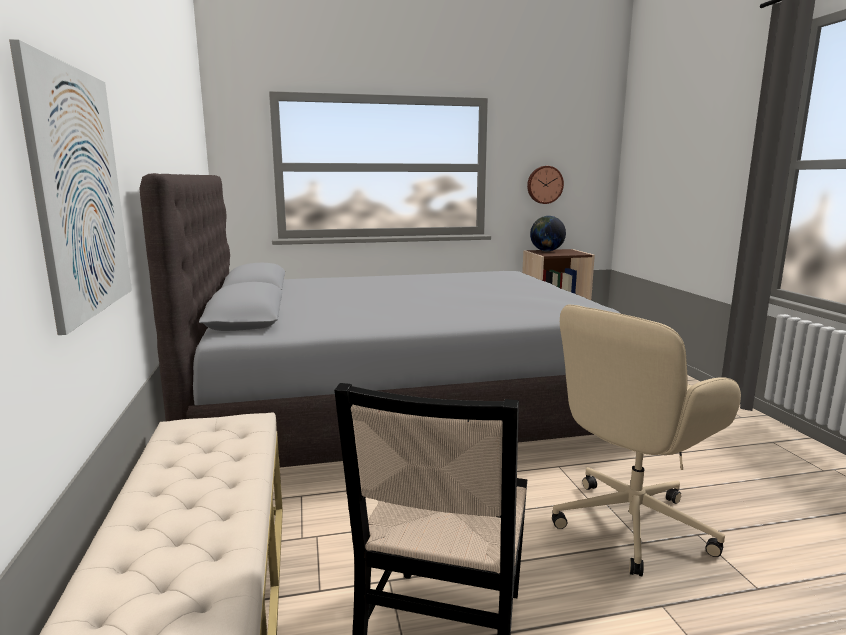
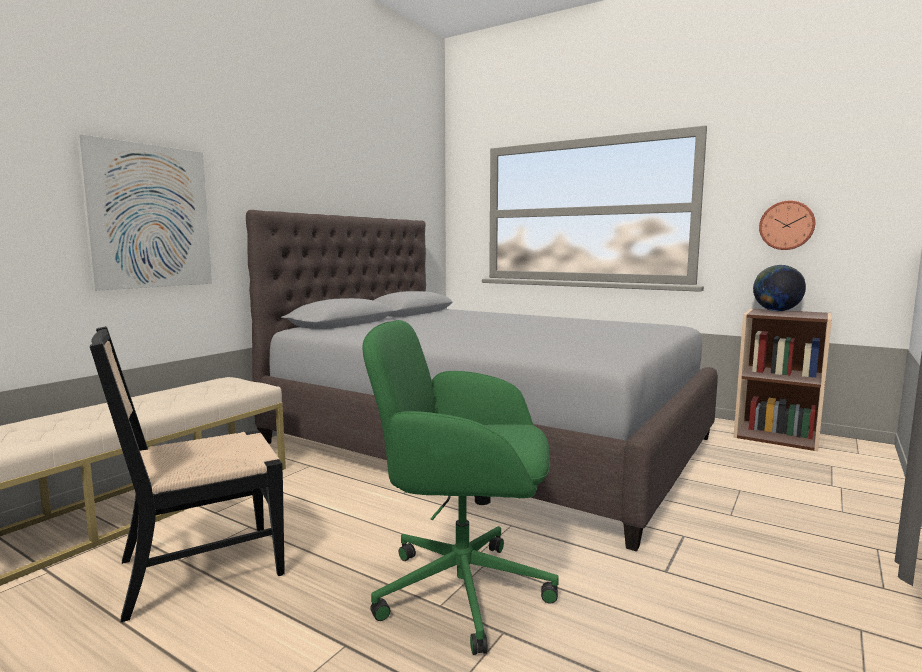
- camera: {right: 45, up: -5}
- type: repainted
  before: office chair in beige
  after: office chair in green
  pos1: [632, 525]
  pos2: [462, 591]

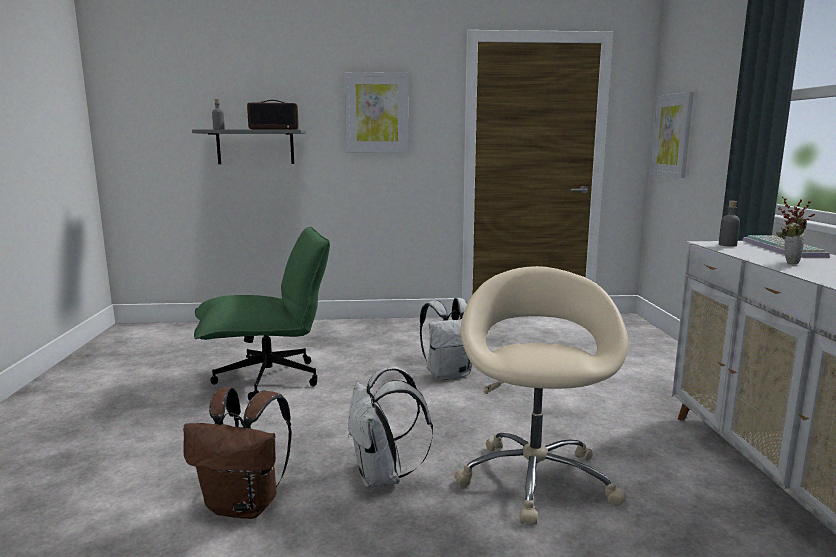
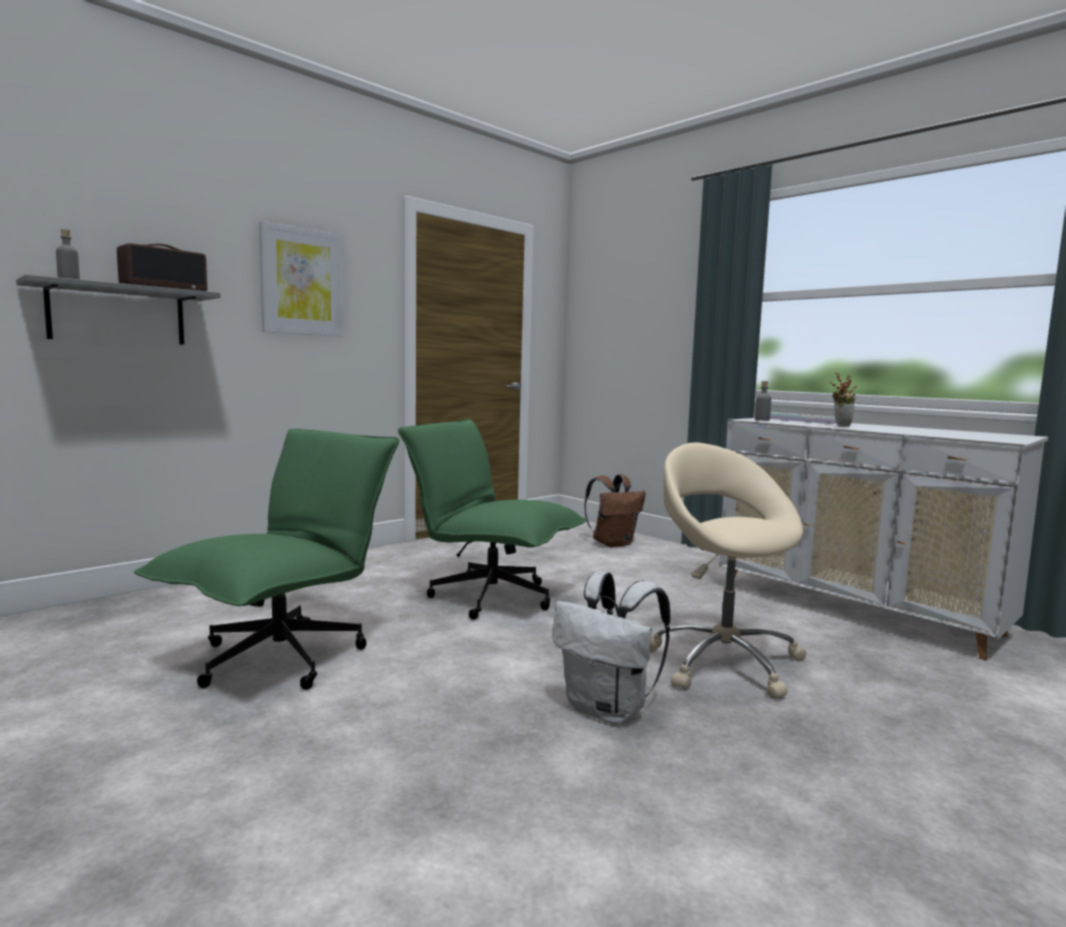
- camera: {right: -40, up: -5}
- type: gone
  before: picture
  pos1: [672, 135]
- type: shifted
  before: backpack in brown
  pos1: [245, 505]
  pos2: [613, 543]
- type: swapped
  before: backpack in white
  after: office chair in green
  pos1: [449, 374]
  pos2: [493, 598]

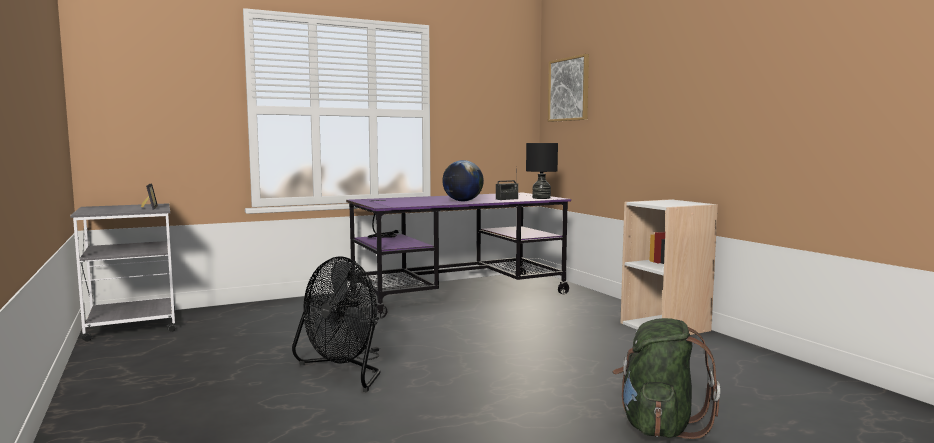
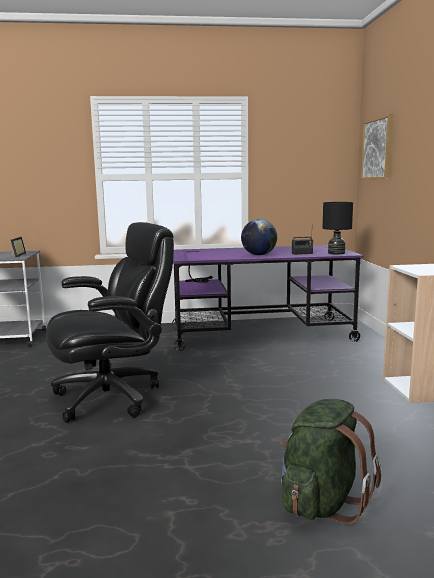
- camera: {right: 20, up: 5}
- type: swapped
  before: fan in black
  after: office chair in black
  pos1: [347, 370]
  pos2: [113, 397]

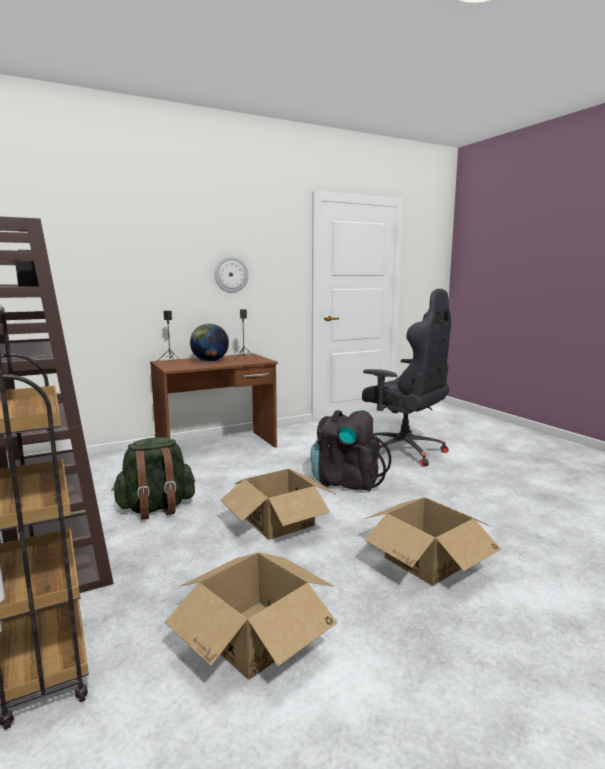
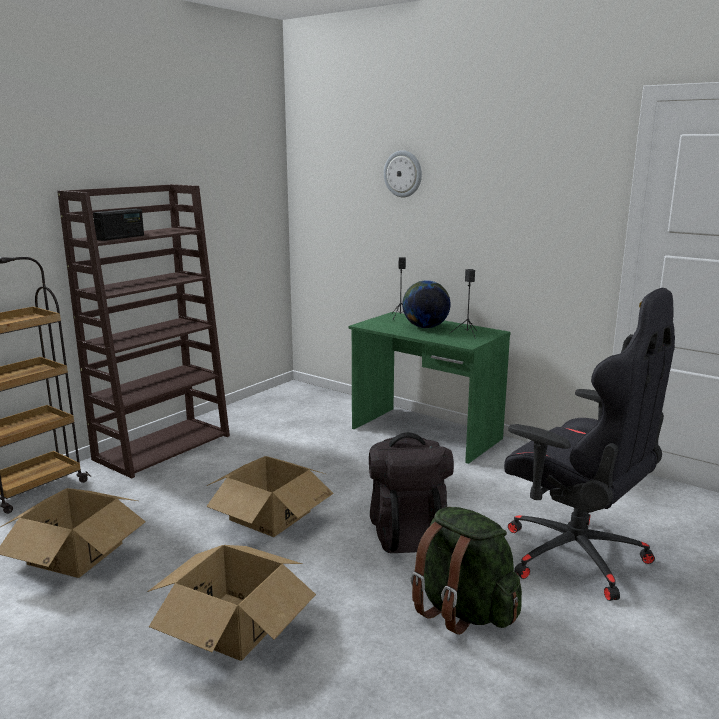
- camera: {right: 65, up: 5}
- type: shifted
  before: backpack in green
  pos1: [156, 508]
  pos2: [462, 610]
- type: shifted
  before: wall clock
  pos1: [231, 274]
  pos2: [403, 174]
- type: repainted
  before: desk in brown
  after: desk in green
  pos1: [217, 447]
  pos2: [425, 434]
- type: rotated
  before: office chair in black
  pos1: [403, 451]
  pos2: [572, 555]
  turn: -60

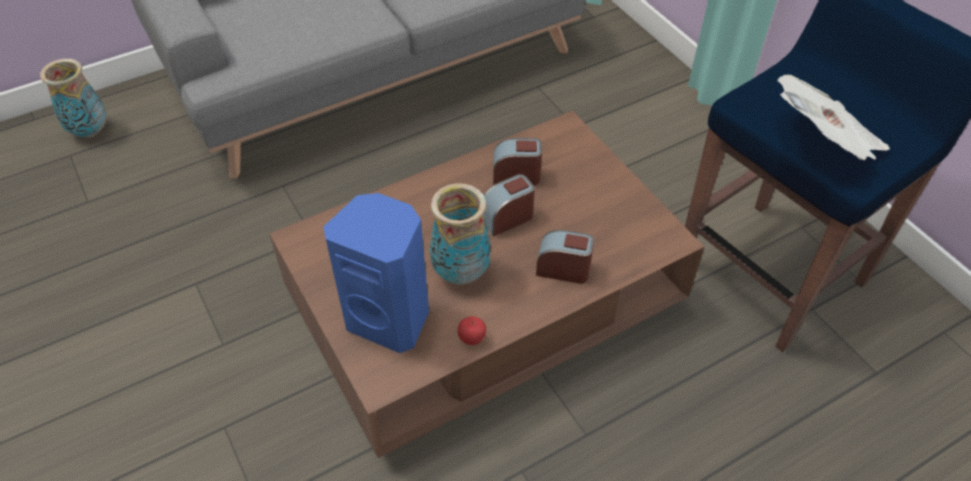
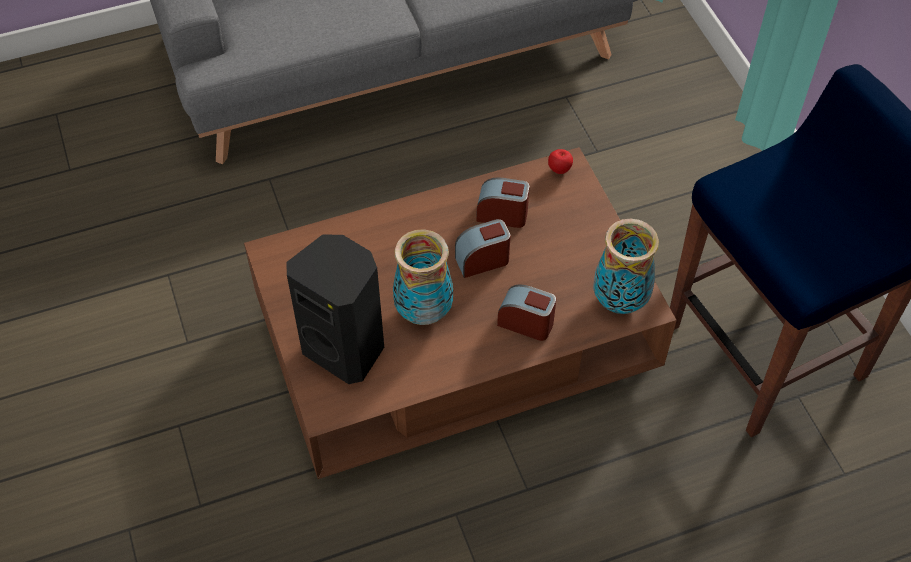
- camera: {right: 10, up: 5}
- type: gone
  before: newspaper
  pos1: [824, 143]
- type: shifted
  before: vase
  pos1: [90, 131]
  pos2: [620, 301]
- type: shifted
  before: apple
  pos1: [472, 339]
  pos2: [559, 170]
- type: repainted
  before: speaker in blue
  after: speaker in black
  pos1: [390, 318]
  pos2: [346, 348]

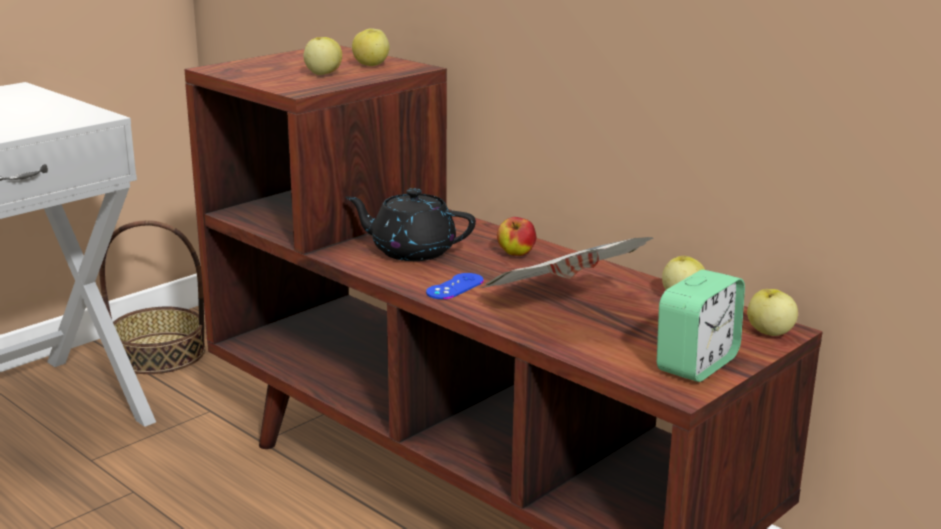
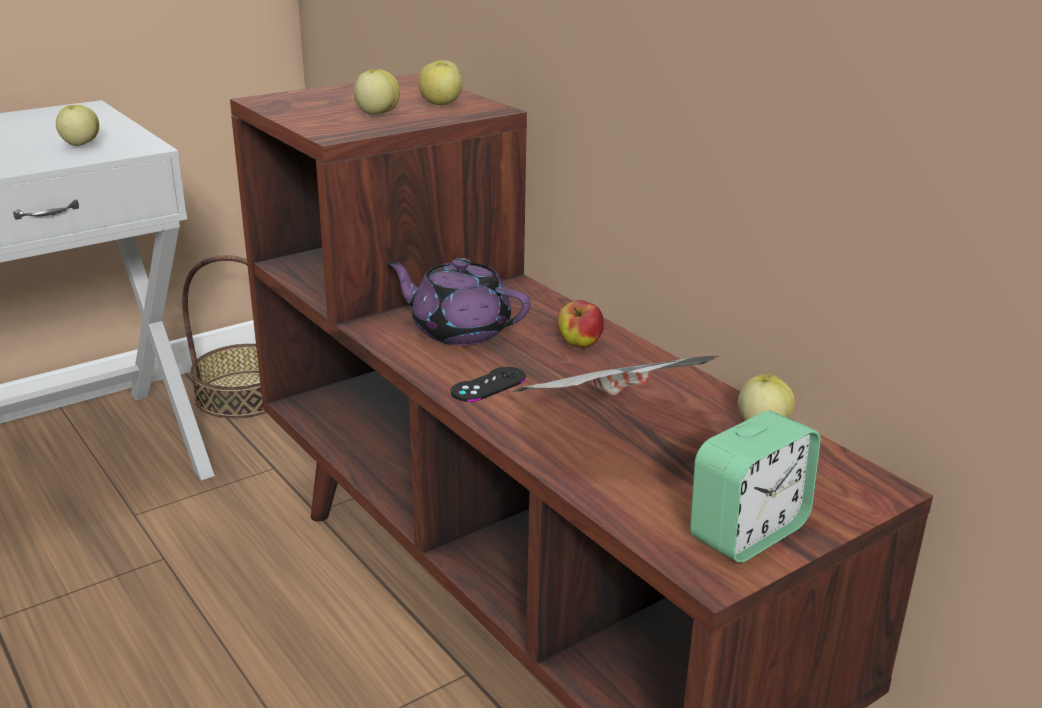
- camera: {right: 10, up: 5}
- type: shifted
  before: apple
  pos1: [769, 333]
  pos2: [80, 144]
- type: repainted
  before: teapot in black
  after: teapot in purple
  pos1: [412, 251]
  pos2: [459, 330]
- type: repainted
  before: game controller in blue
  after: game controller in black
  pos1: [455, 287]
  pos2: [488, 385]

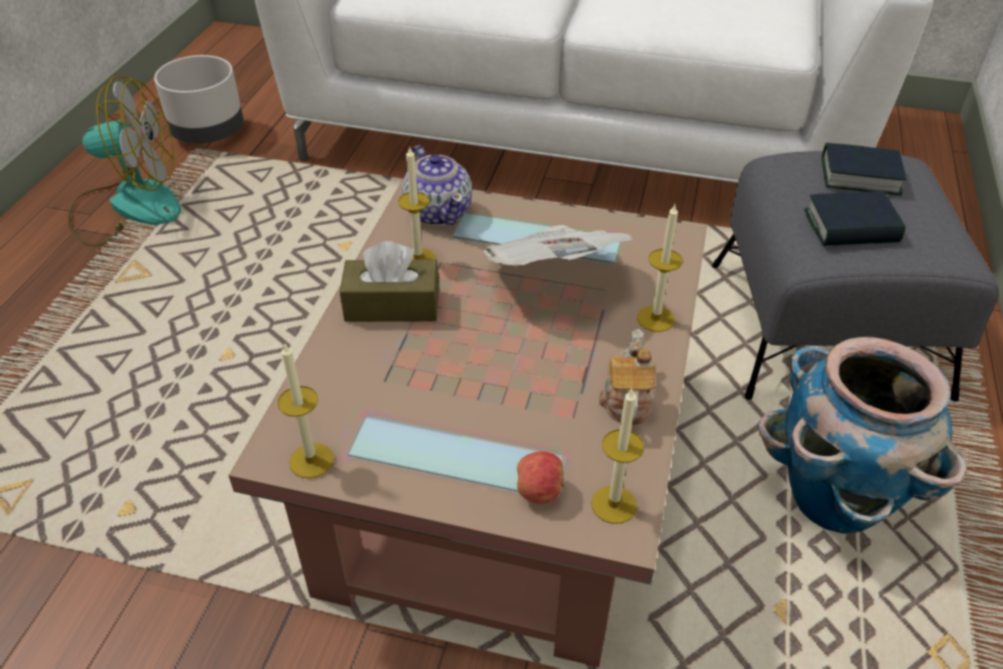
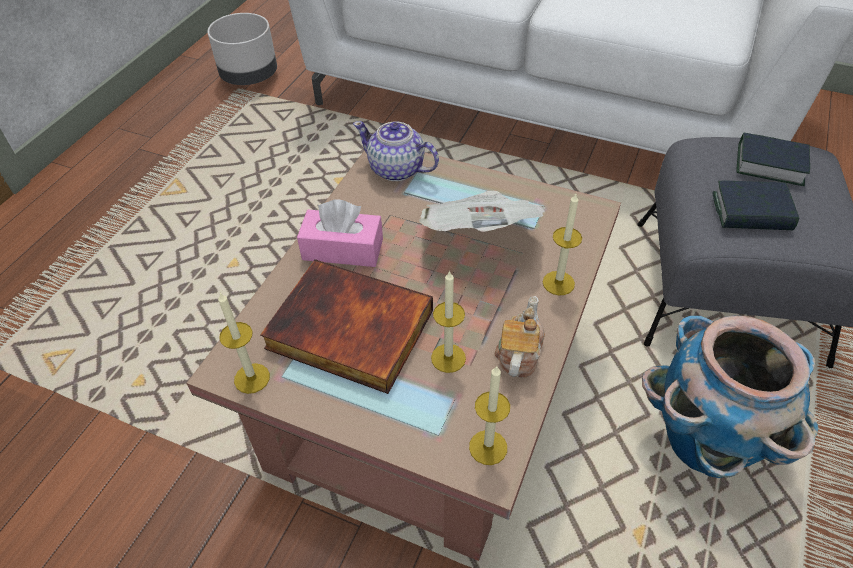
- camera: {right: 10, up: 5}
- type: gone
  before: fan
  pos1: [128, 206]
- type: gone
  before: apple
  pos1: [539, 491]
- type: new
  after: book
  pos2: [348, 331]
- type: shifted
  before: candle
  pos1: [418, 259]
  pos2: [448, 358]
- type: repainted
  before: tissue box in brown
  after: tissue box in pink
  pos1: [392, 305]
  pos2: [343, 249]
- type: rotated
  before: teapot
  pos1: [439, 212]
  pos2: [397, 169]
  turn: 135

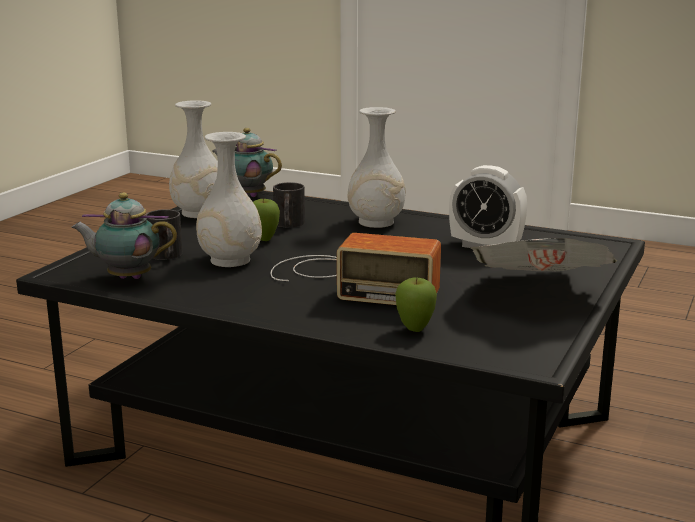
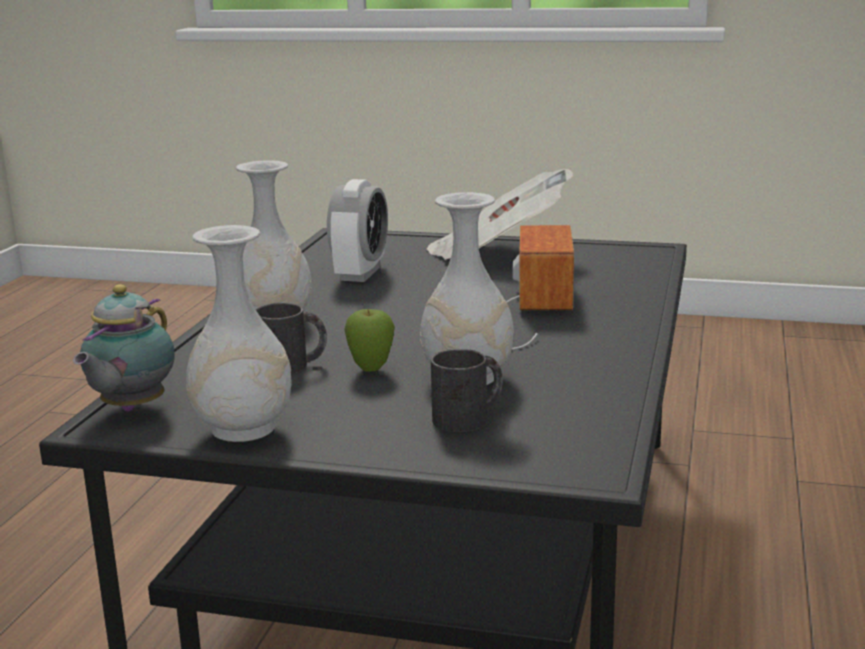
- camera: {right: -100, up: 0}
- type: gone
  before: teapot
  pos1: [126, 278]
- type: gone
  before: apple
  pos1: [415, 330]

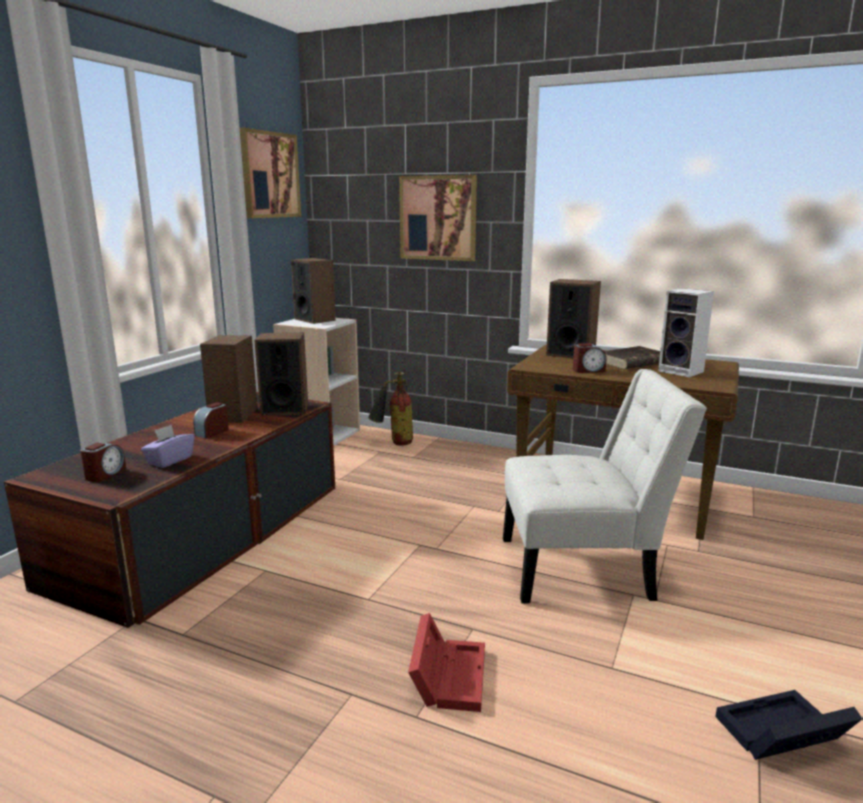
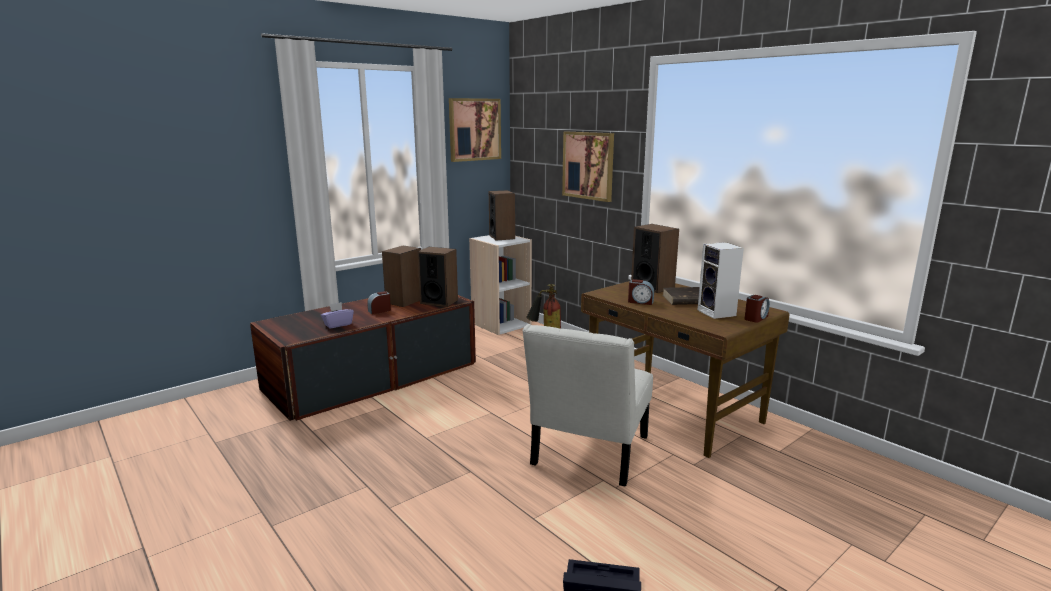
- camera: {right: 25, up: 0}
- type: gone
  before: storage box in red
  pos1: [448, 674]
- type: shifted
  before: alarm clock
  pos1: [105, 474]
  pos2: [756, 318]
- type: rotated
  before: chair in white
  pos1: [584, 568]
  pos2: [588, 454]
  turn: 90

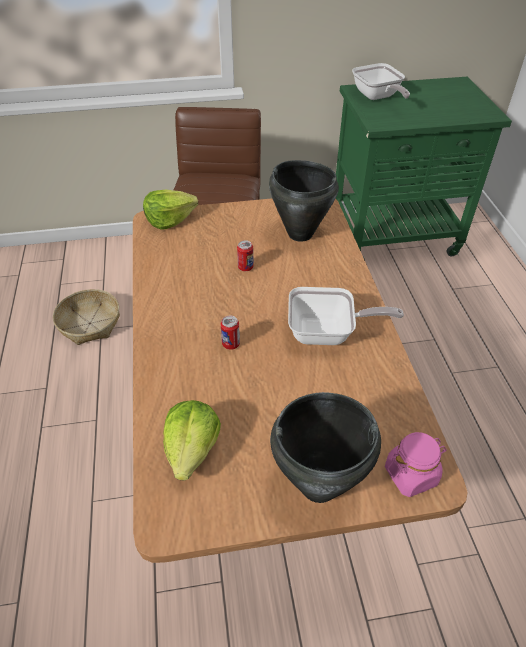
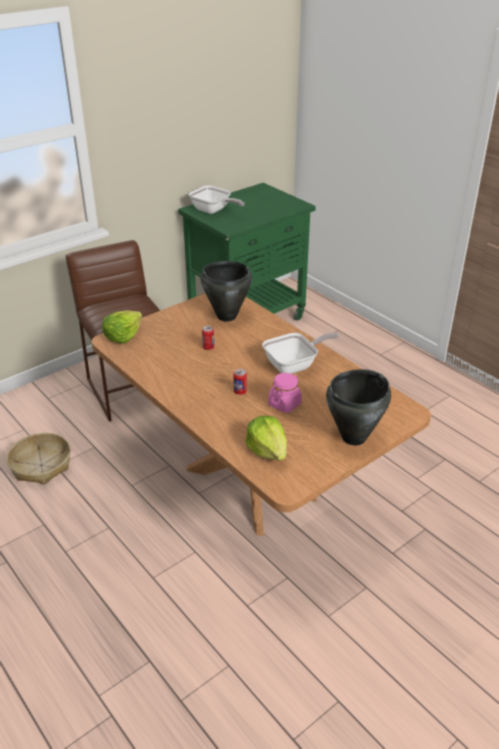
- camera: {right: -30, up: -10}
- type: shifted
  before: jar in pink
  pos1: [411, 474]
  pos2: [284, 404]

